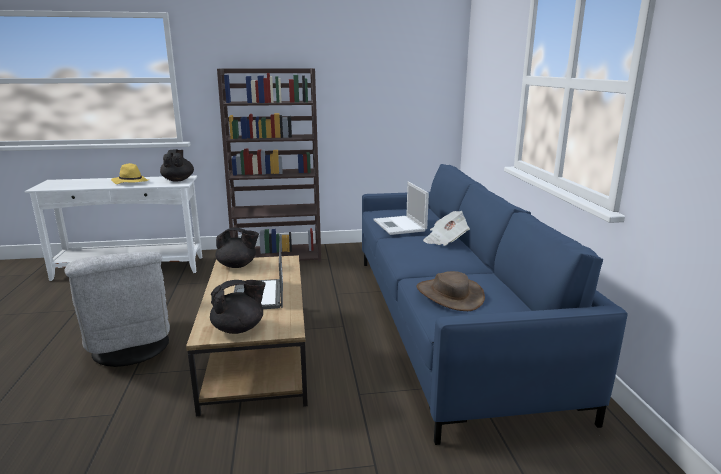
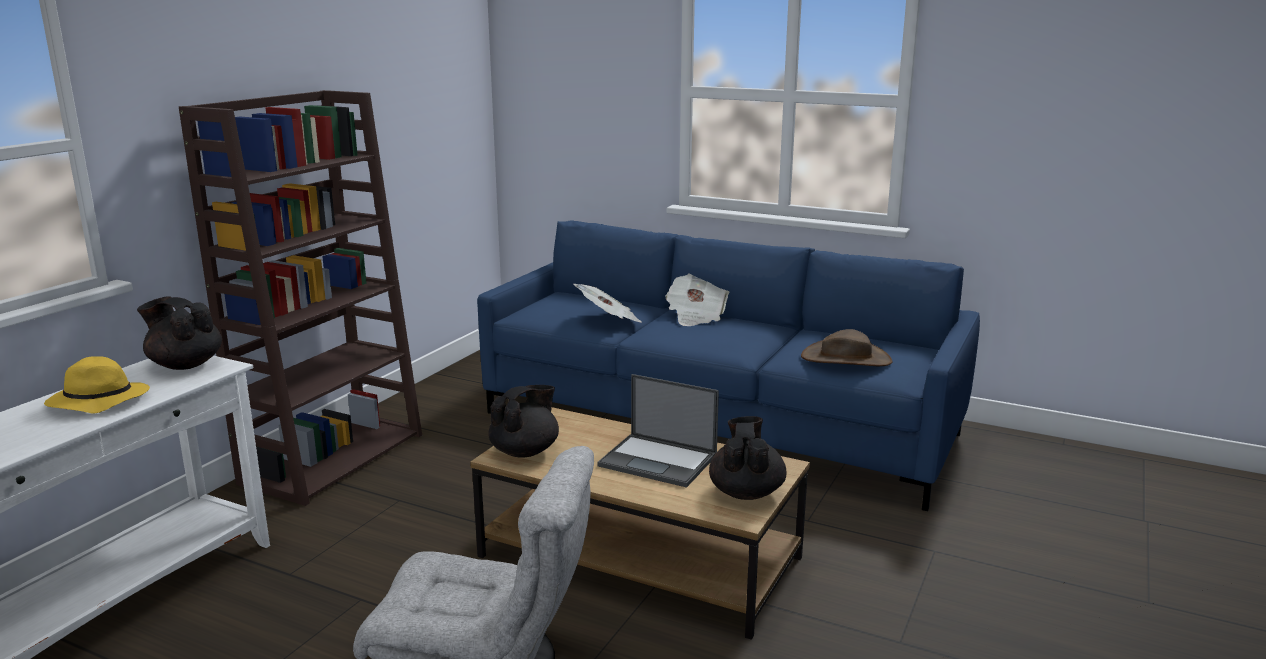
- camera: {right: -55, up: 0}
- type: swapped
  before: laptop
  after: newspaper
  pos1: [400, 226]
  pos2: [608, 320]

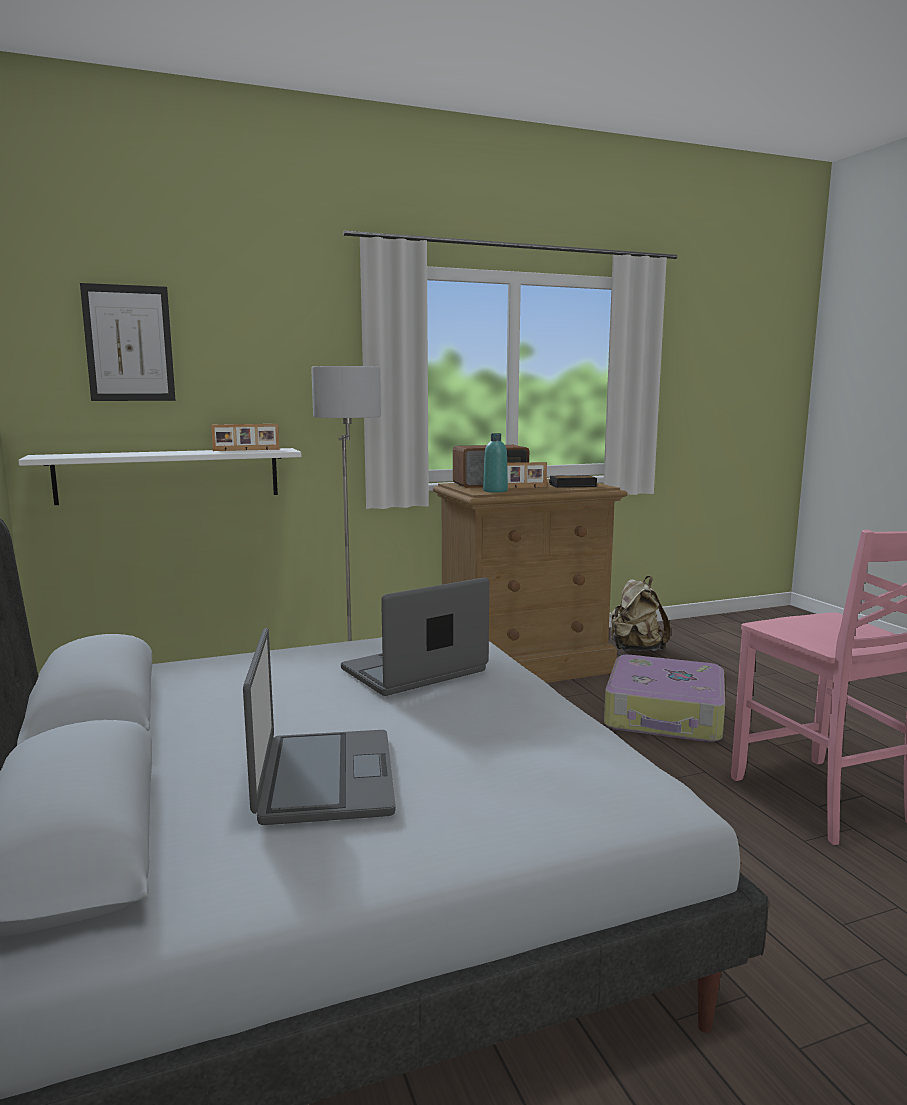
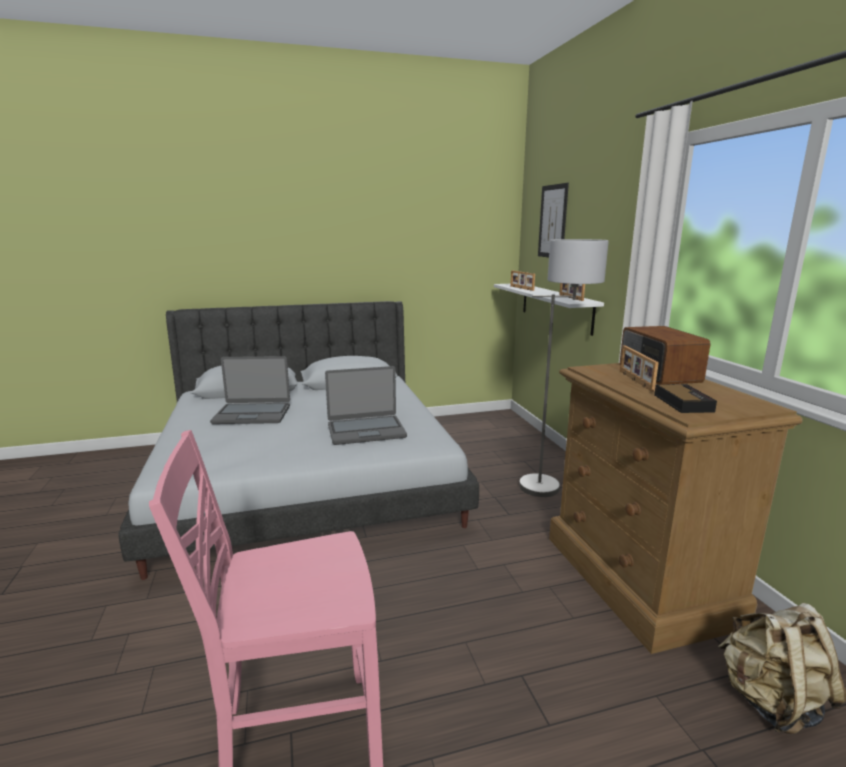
- camera: {right: 95, up: 5}
- type: gone
  before: bottle in turquoise
  pos1: [495, 491]
- type: gone
  before: suitcase
  pos1: [665, 716]
- type: new
  after: picture frame
  pos2: [521, 288]
- type: rotated
  before: laptop
  pos1: [415, 671]
  pos2: [366, 430]
  turn: 105

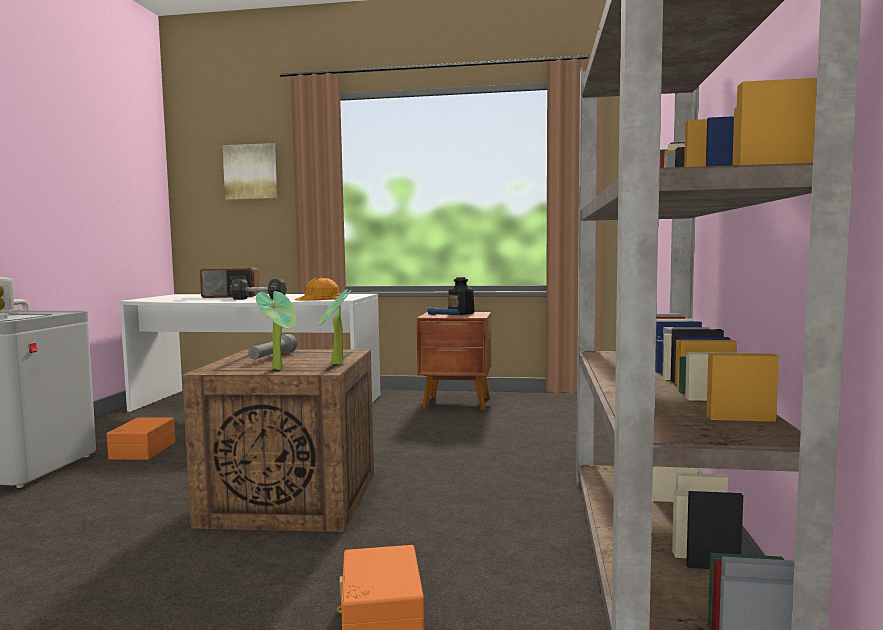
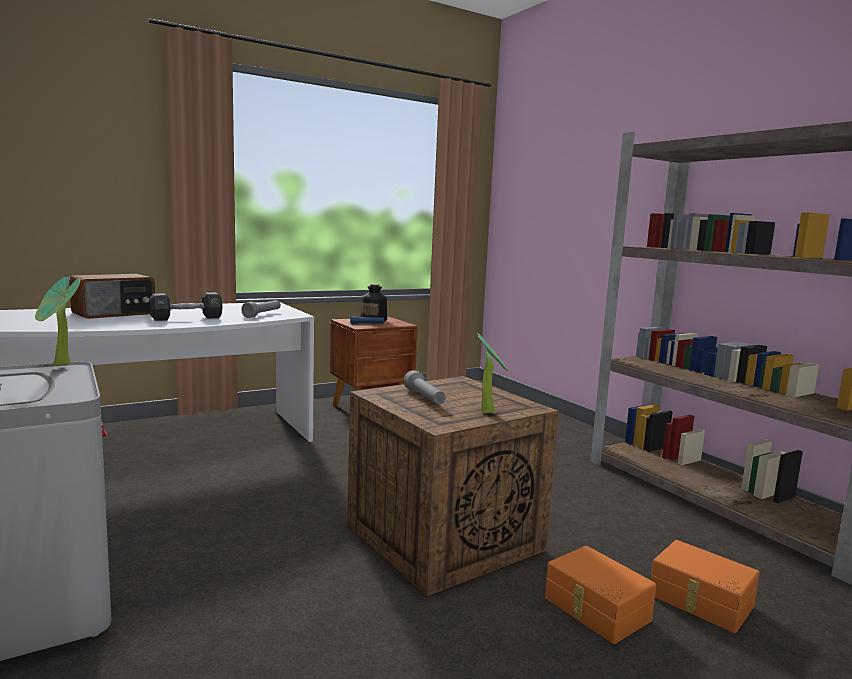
- camera: {right: -40, up: 5}
- type: gone
  before: picture
  pos1: [251, 172]
- type: shifted
  before: storage box in orange
  pos1: [141, 450]
  pos2: [595, 609]
- type: shifted
  before: potted plant
  pos1: [335, 364]
  pos2: [61, 365]
- type: swapped
  before: hard hat in orange
  after: flashlight in grey
  pos1: [319, 298]
  pos2: [262, 314]

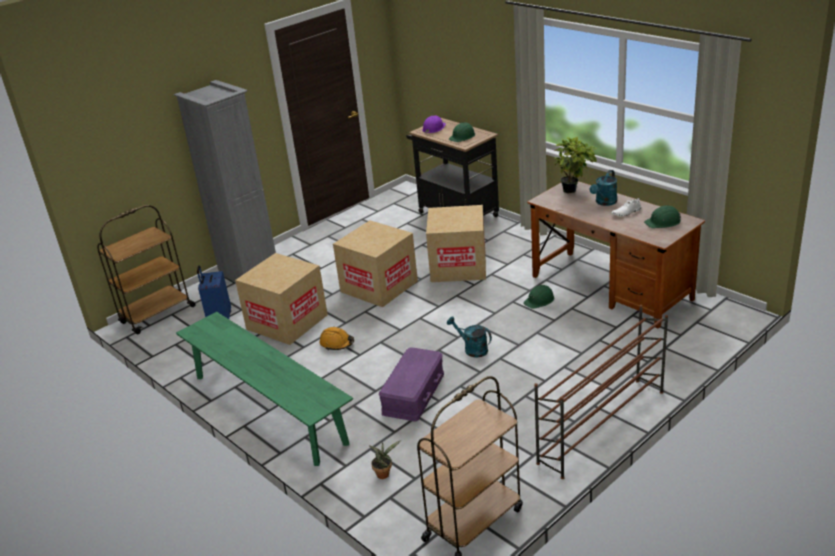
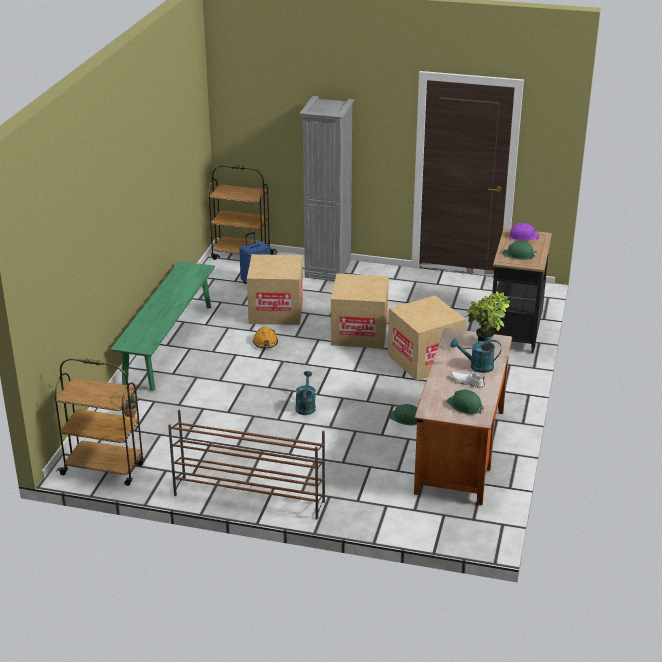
- camera: {right: 55, up: 0}
- type: gone
  before: storage box in purple
  pos1: [414, 393]

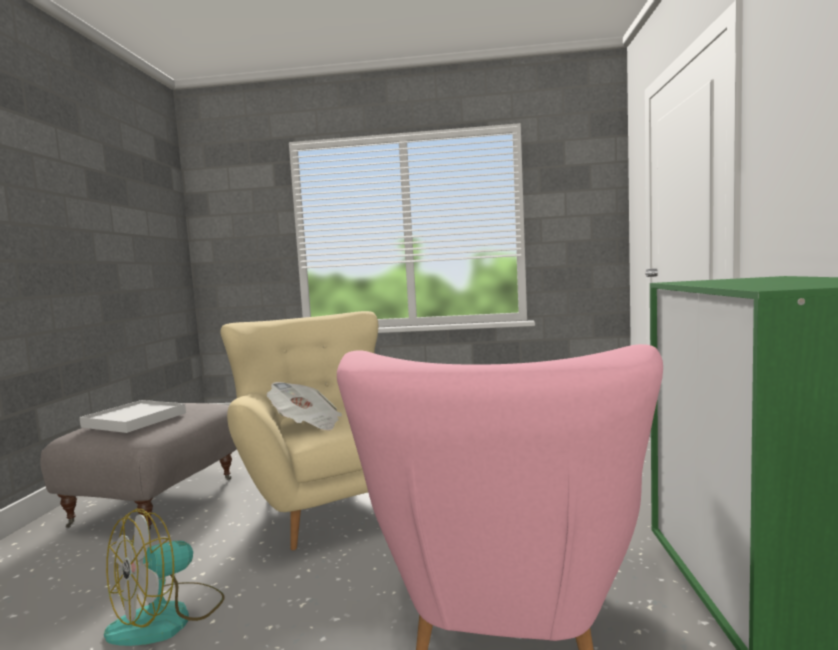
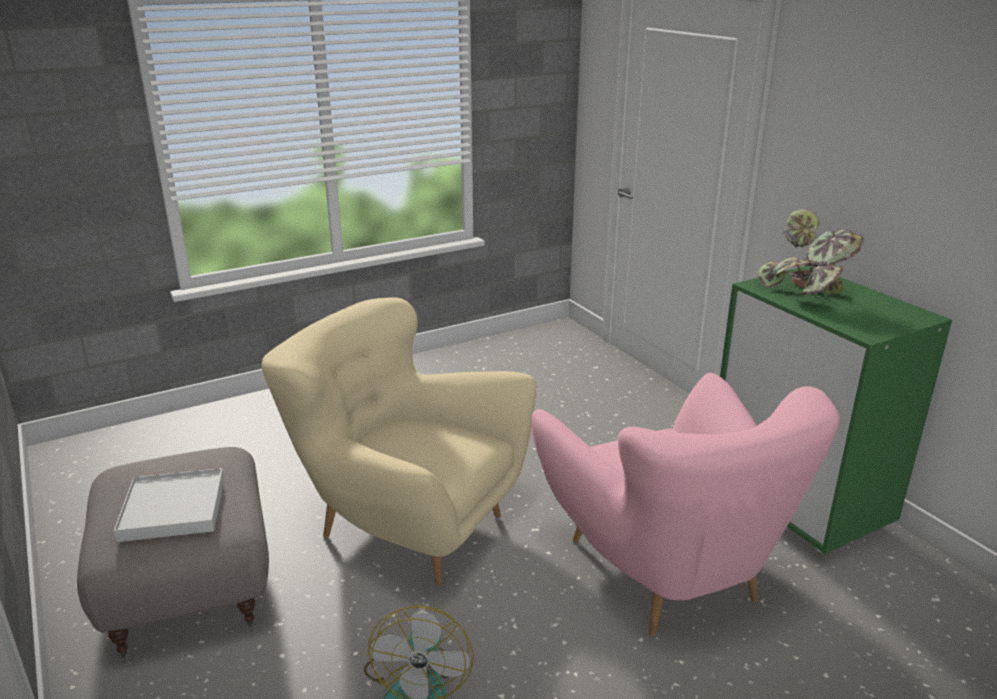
- camera: {right: -35, up: 20}
- type: gone
  before: newspaper
  pos1: [307, 424]
- type: new
  after: potted plant
  pos2: [806, 292]

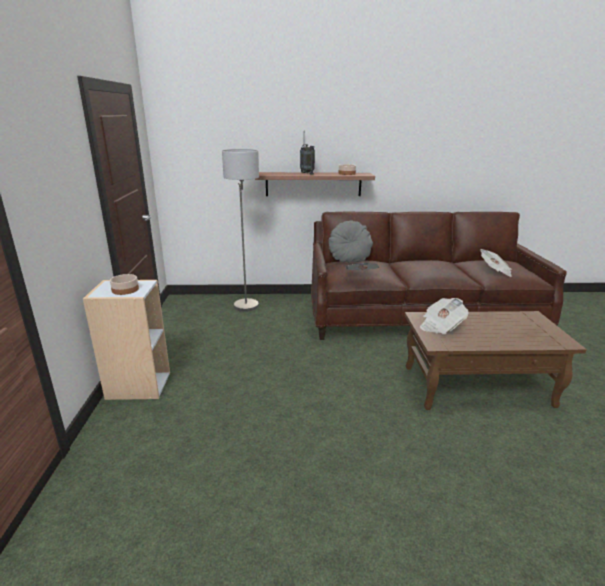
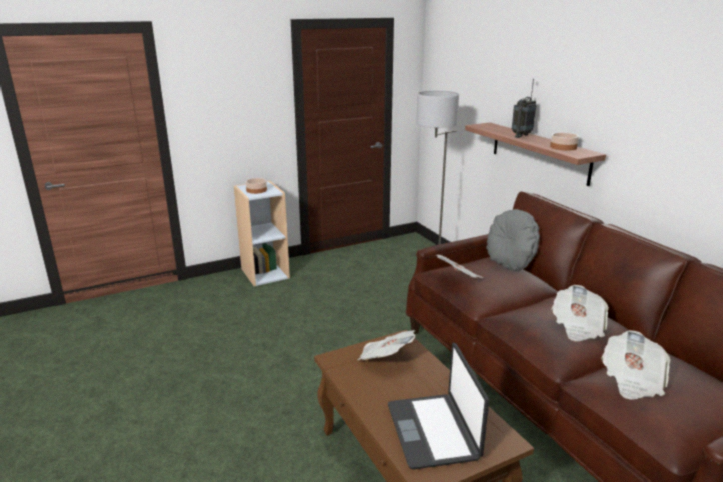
- camera: {right: 65, up: 0}
- type: new
  after: laptop
  pos2: [433, 431]
- type: new
  after: newspaper
  pos2: [577, 327]

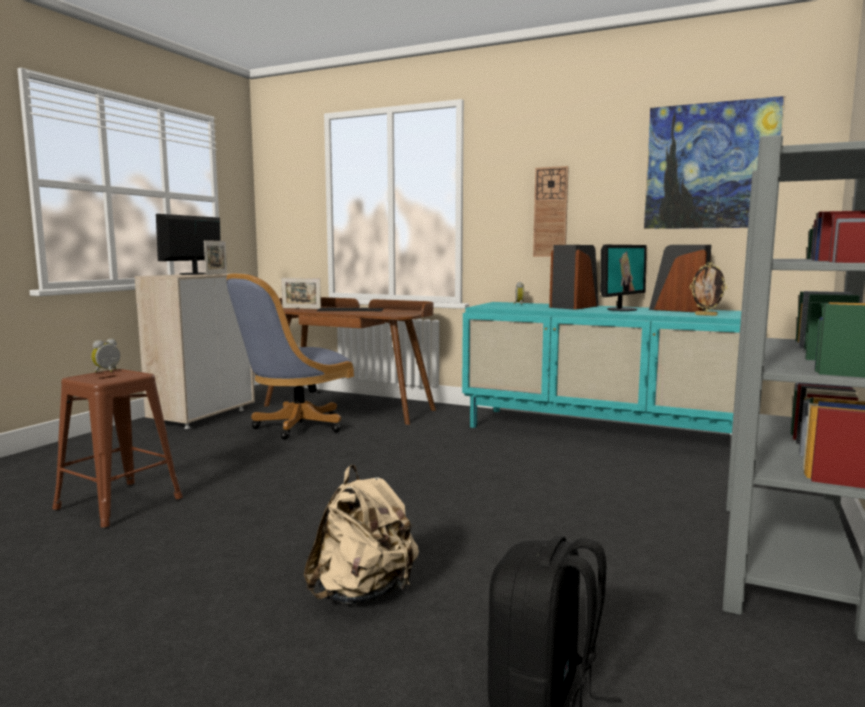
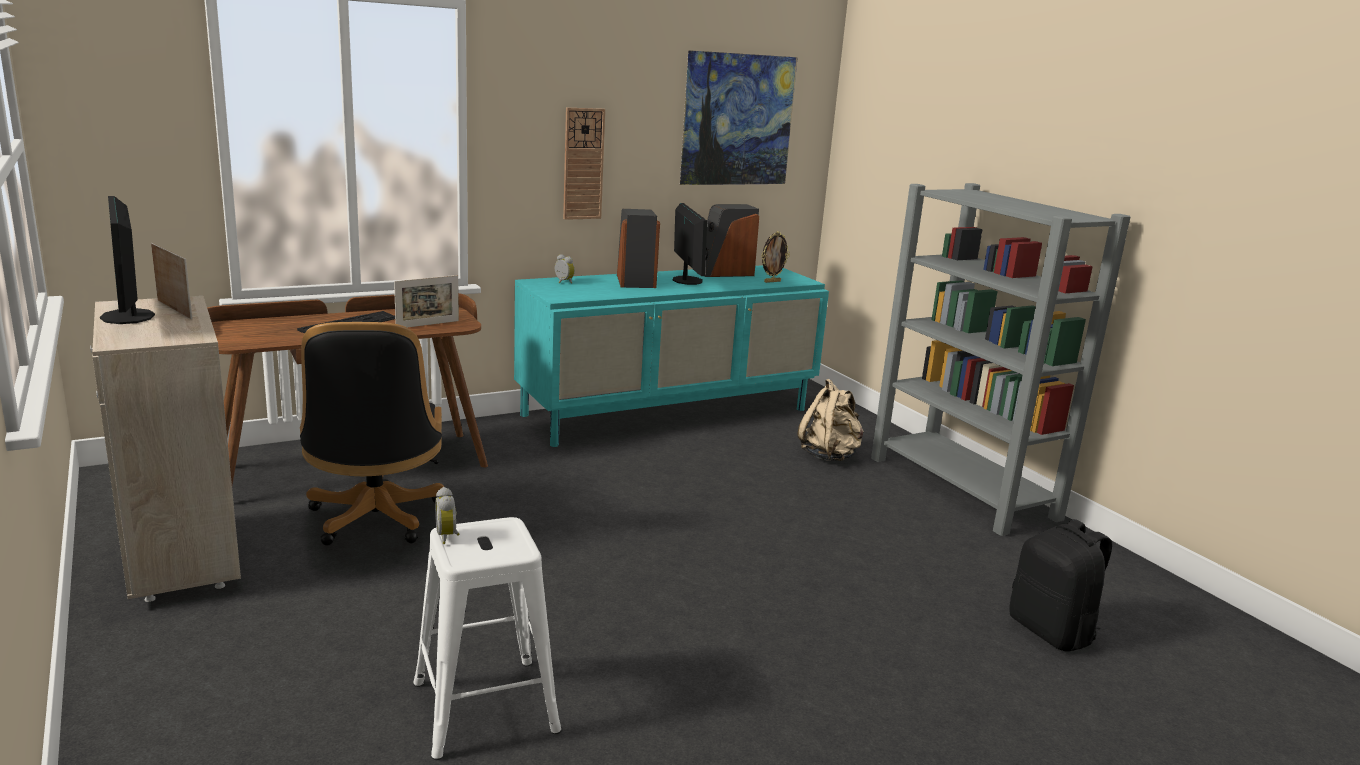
- camera: {right: -55, up: 10}
- type: shifted
  before: picture frame
  pos1: [301, 308]
  pos2: [427, 324]
- type: shifted
  before: backpack in beige
  pos1: [363, 593]
  pos2: [829, 456]
- type: repainted
  before: stool in brown
  after: stool in white
  pos1: [119, 504]
  pos2: [485, 707]
- type: repainted
  before: office chair in blue
  after: office chair in black
  pos1: [293, 428]
  pos2: [375, 524]

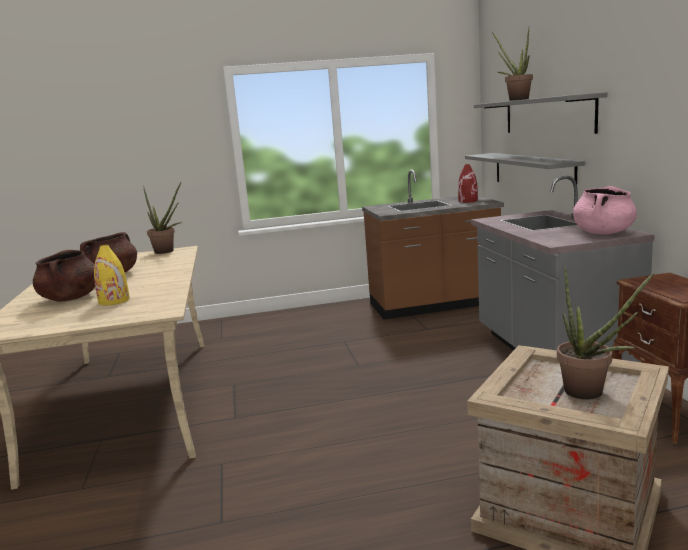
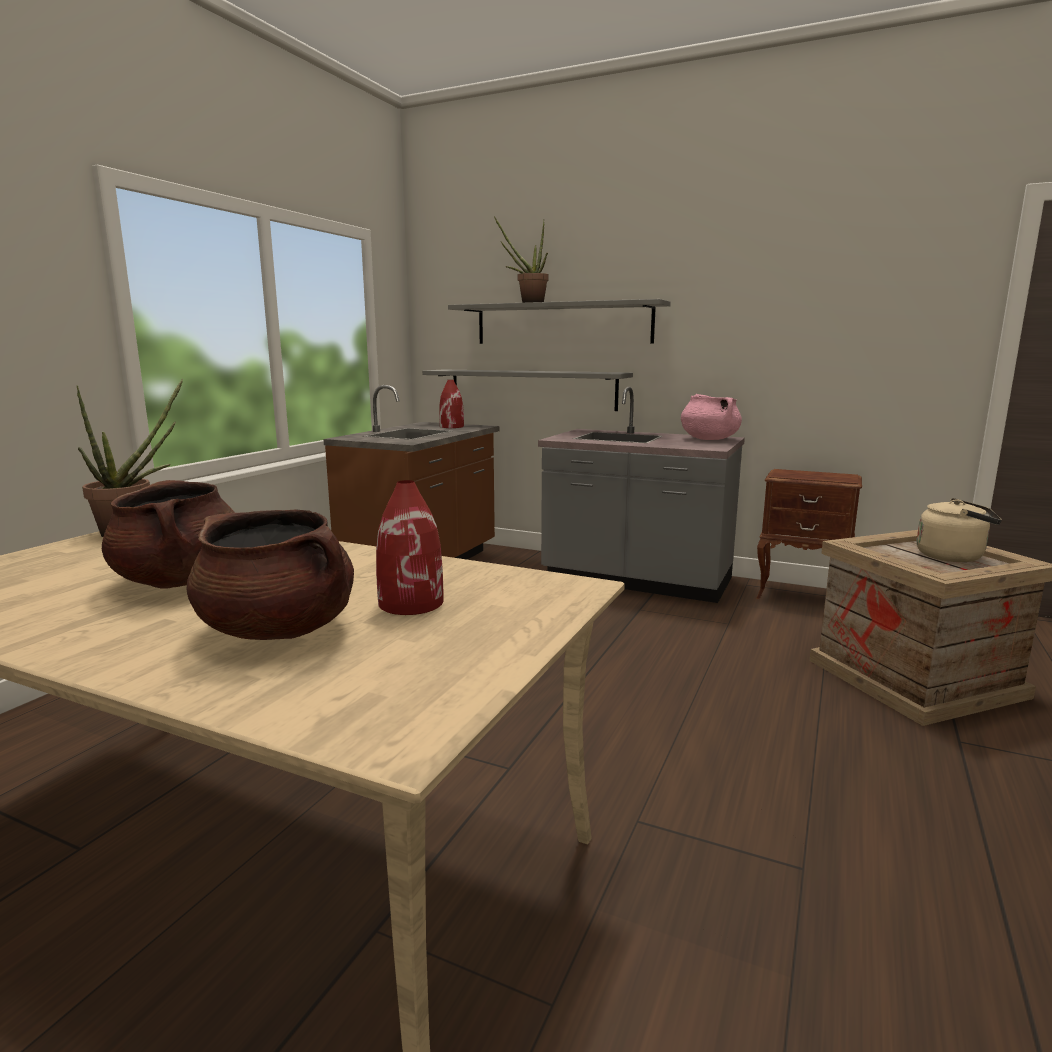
- camera: {right: -55, up: 0}
- type: swapped
  before: potted plant
  after: kettle in beige
  pos1: [591, 394]
  pos2: [953, 557]
- type: repainted
  before: vase in yellow
  after: vase in red
  pos1: [114, 301]
  pos2: [411, 603]

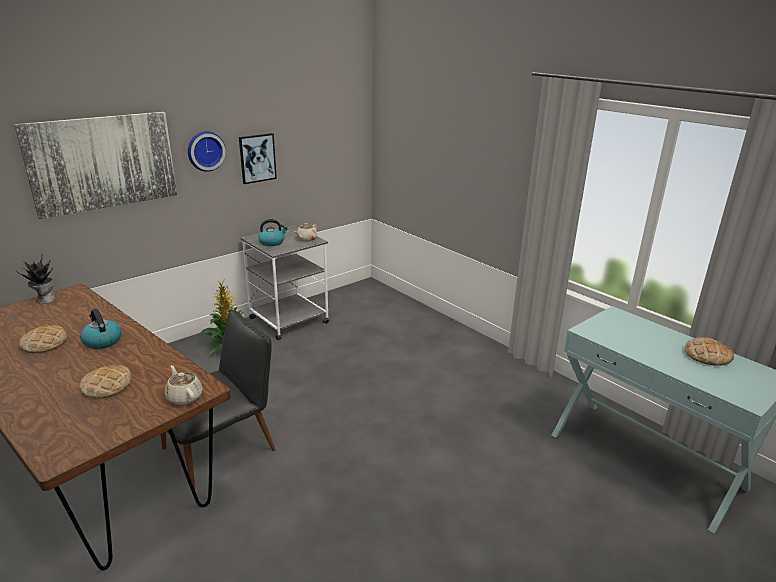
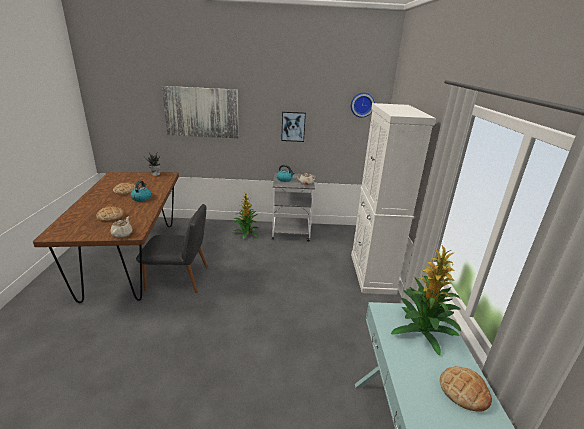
- camera: {right: 40, up: 0}
- type: new
  after: cabinet in white
  pos2: [372, 273]
- type: new
  after: potted plant
  pos2: [423, 331]
- type: shifted
  before: wall clock
  pos1: [205, 150]
  pos2: [362, 104]

